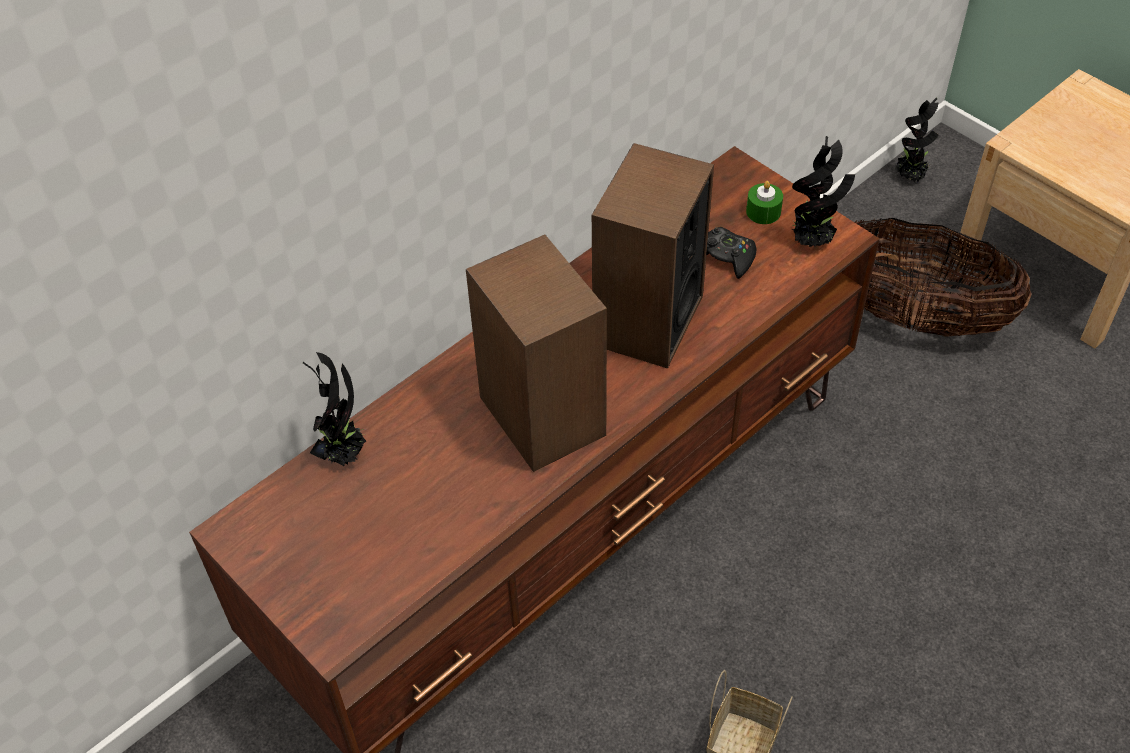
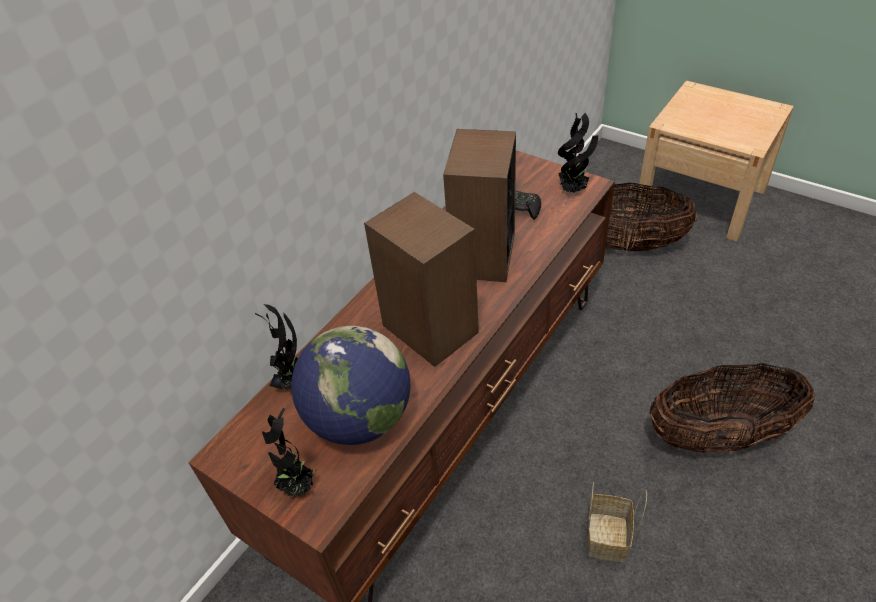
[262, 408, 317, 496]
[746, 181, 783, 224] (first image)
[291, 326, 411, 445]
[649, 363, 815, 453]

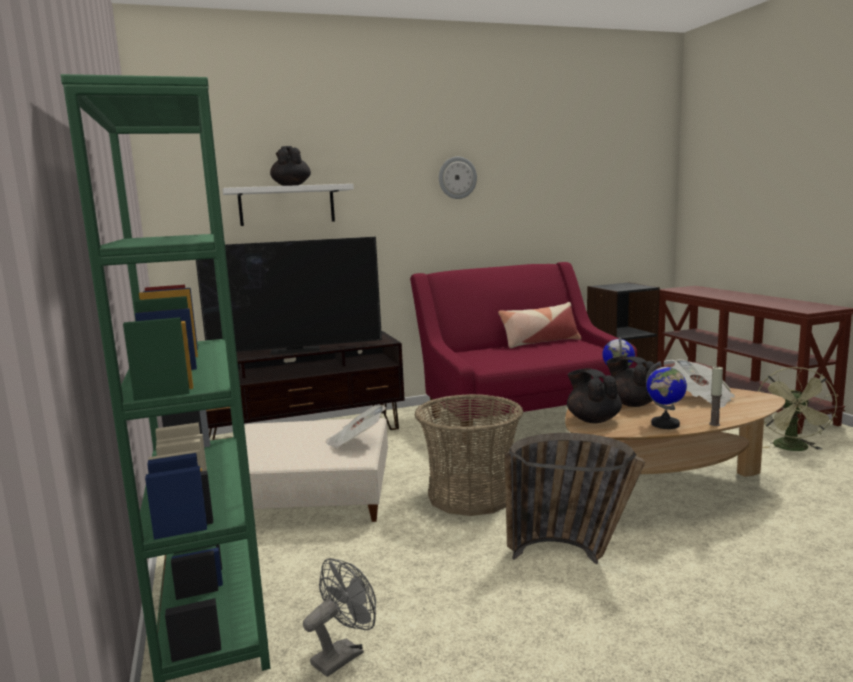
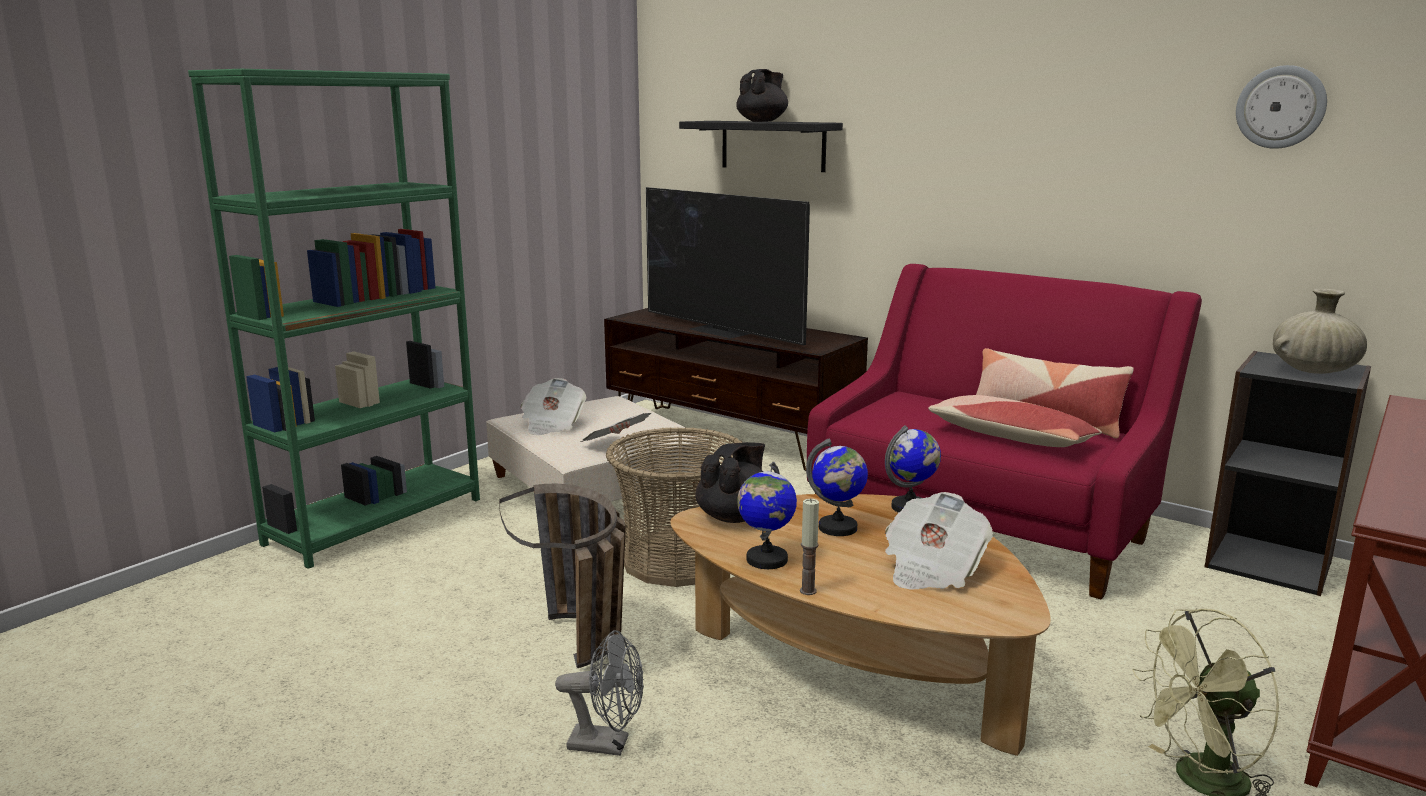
[1236, 65, 1327, 149]
[679, 121, 843, 172]
[806, 439, 868, 536]
[555, 630, 644, 756]
[1273, 289, 1367, 374]
[521, 378, 586, 435]
[928, 395, 1102, 447]

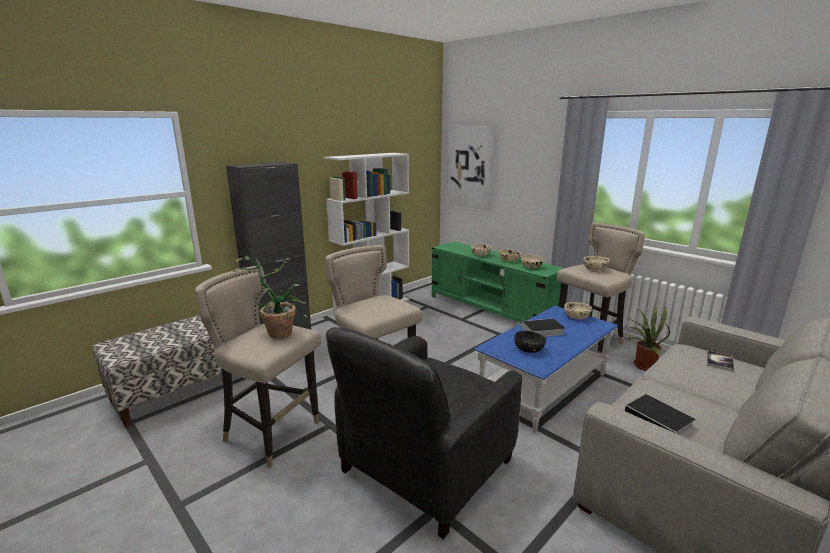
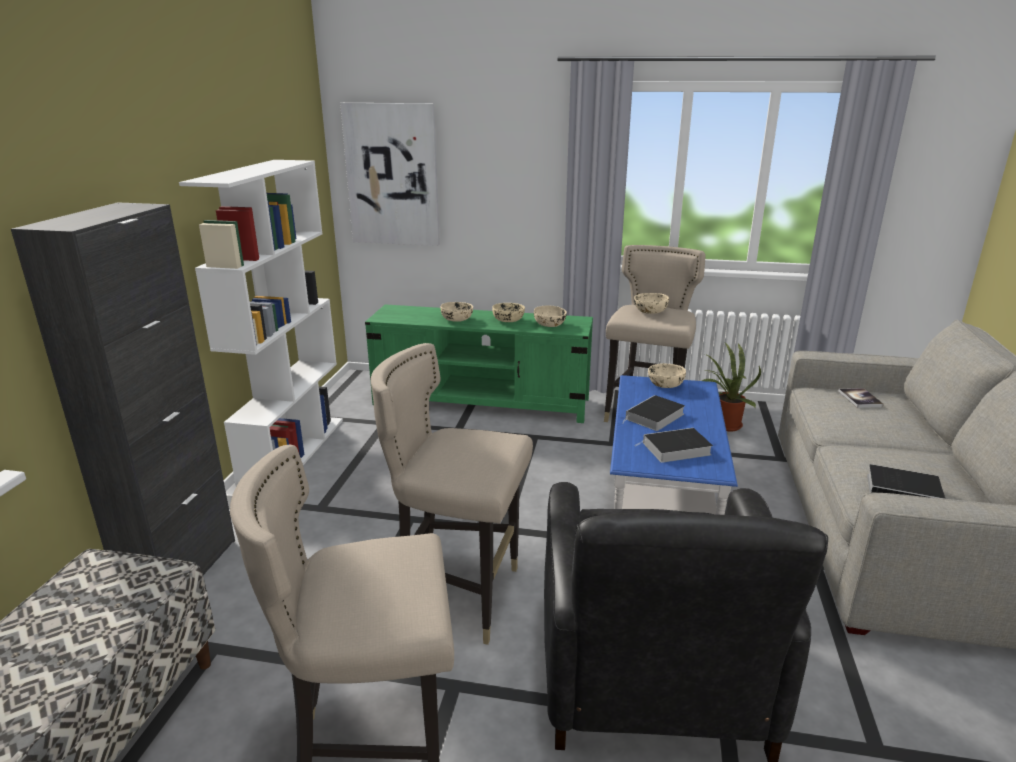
[233, 256, 308, 339] (first image)
[634, 428, 713, 463]

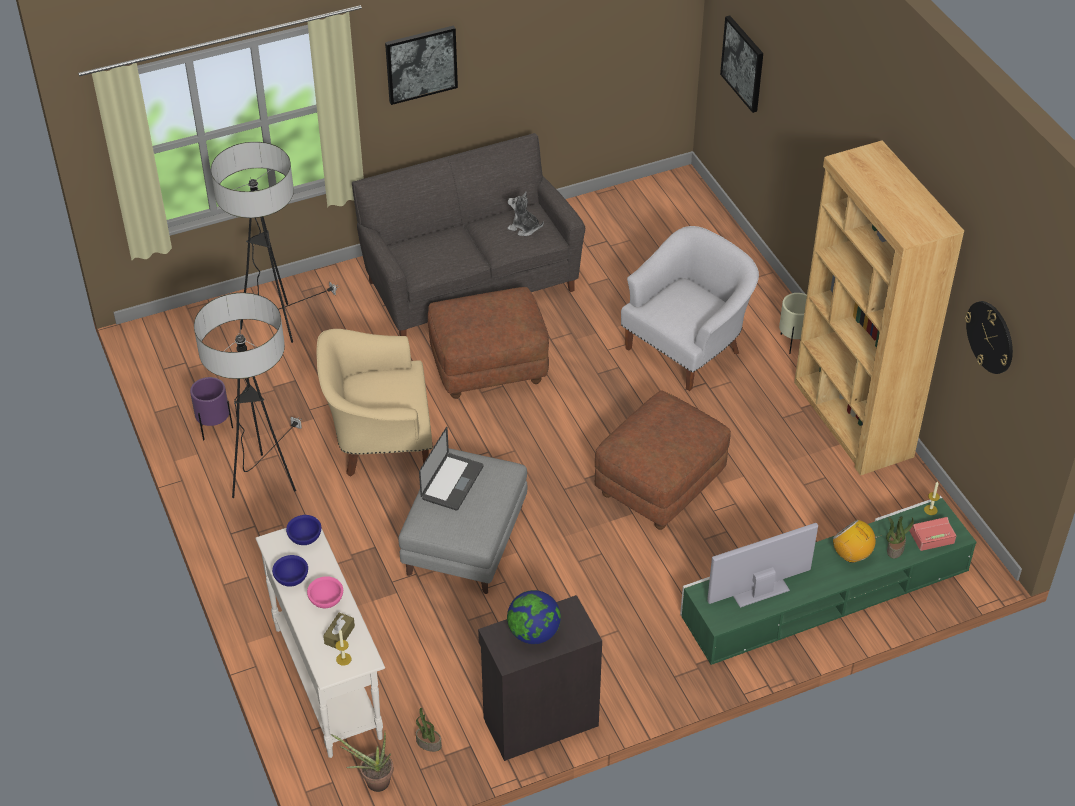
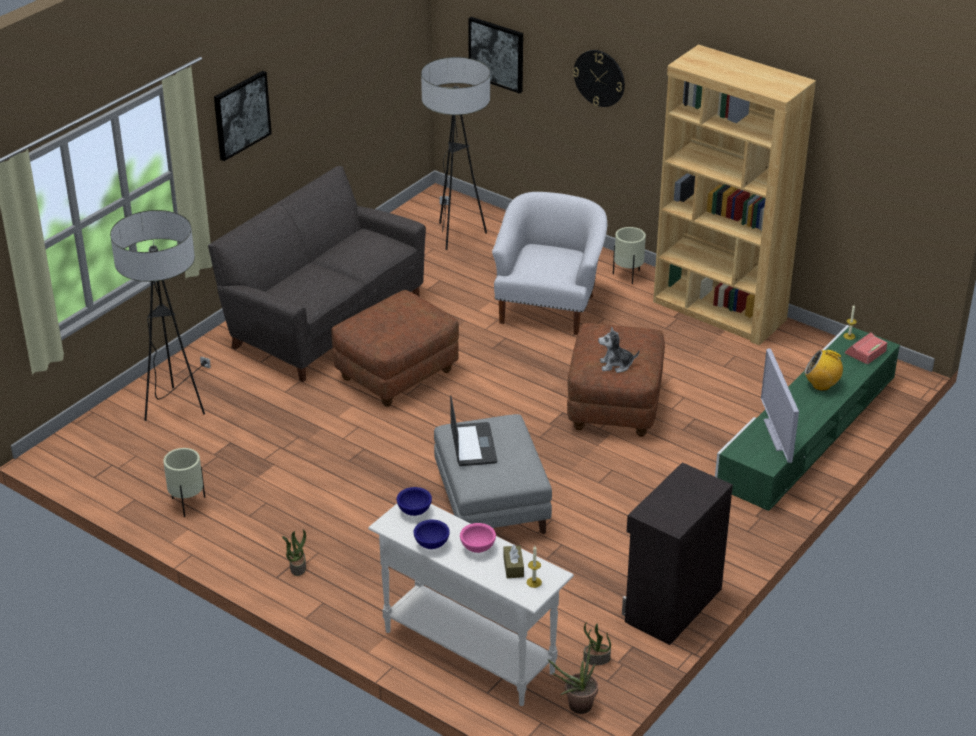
[598, 327, 640, 373]
[421, 57, 490, 250]
[573, 50, 625, 107]
[317, 329, 433, 477] (first image)
[163, 448, 205, 517]
[282, 529, 306, 576]
[761, 348, 799, 463]
[507, 590, 561, 644] (first image)

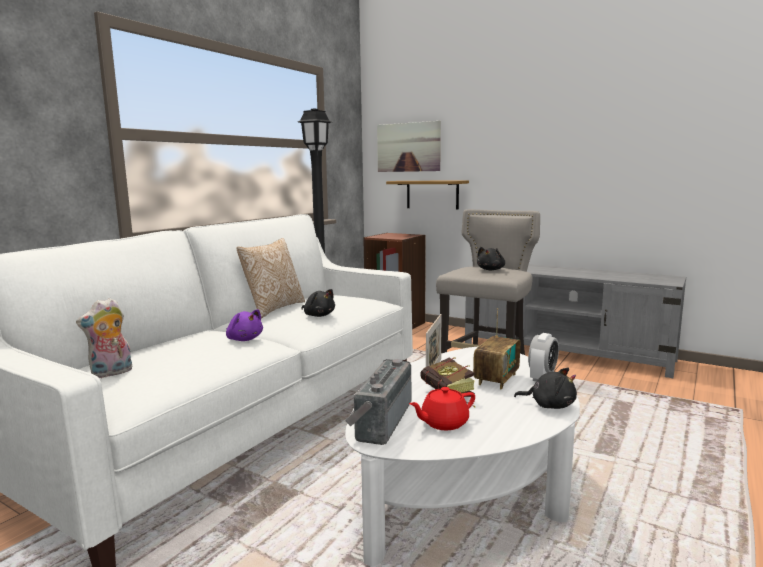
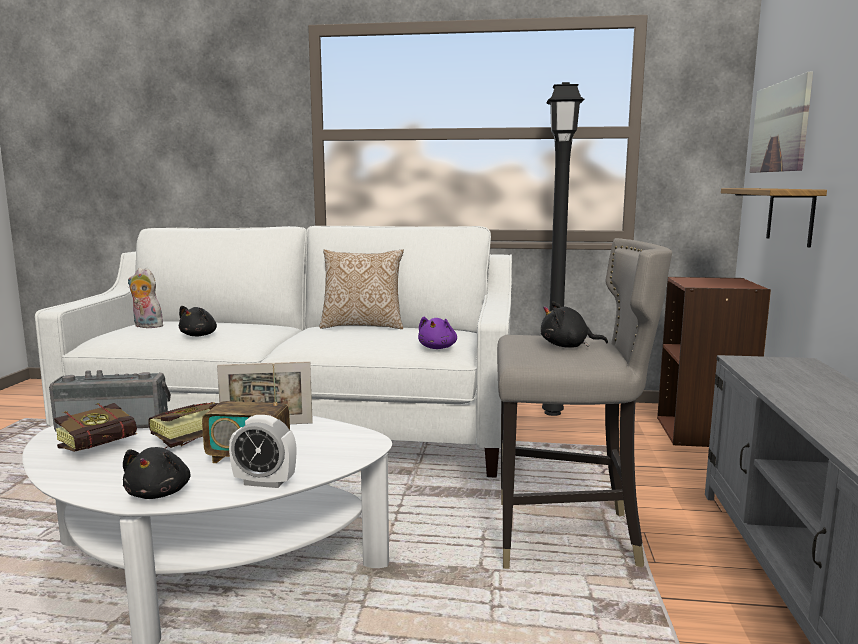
[179, 306, 217, 336]
[418, 317, 457, 349]
[54, 403, 137, 452]

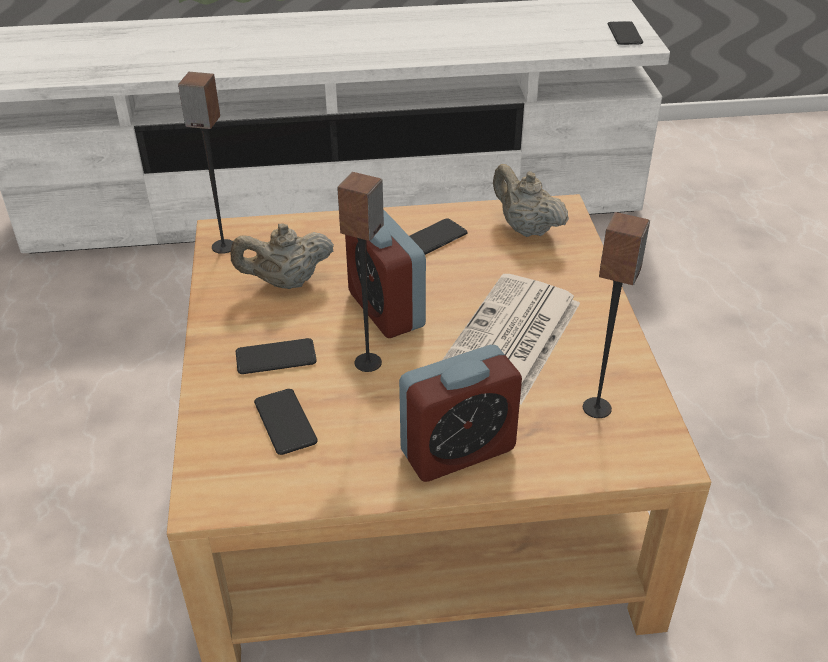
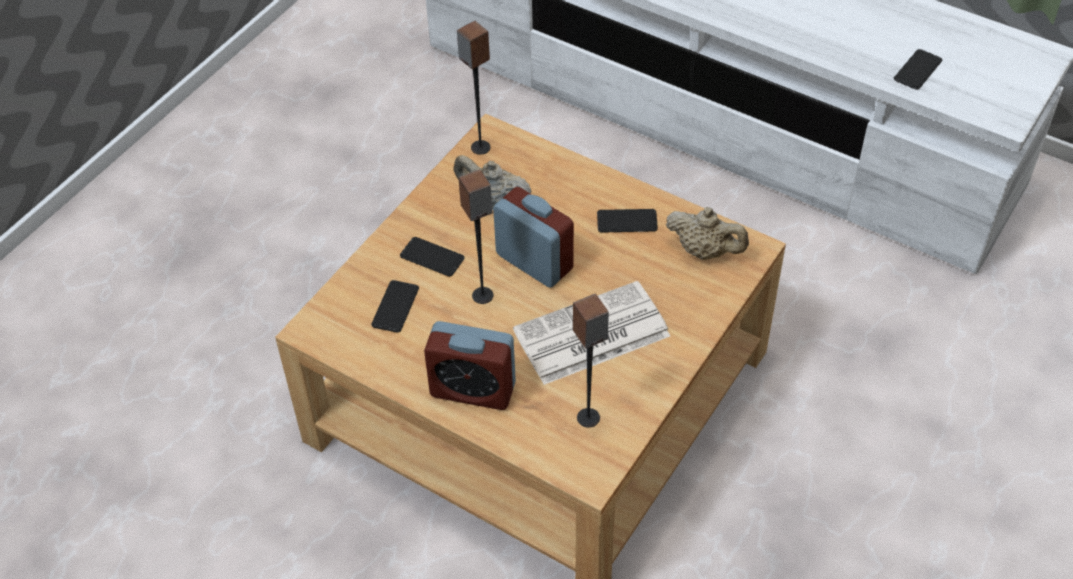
[894, 49, 942, 90]
[666, 207, 749, 260]
[493, 187, 574, 288]

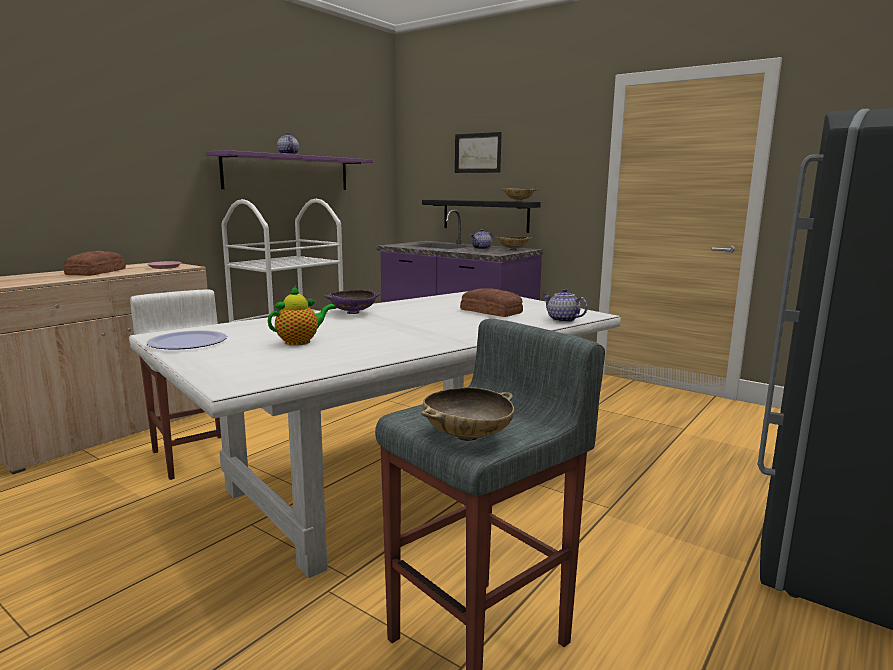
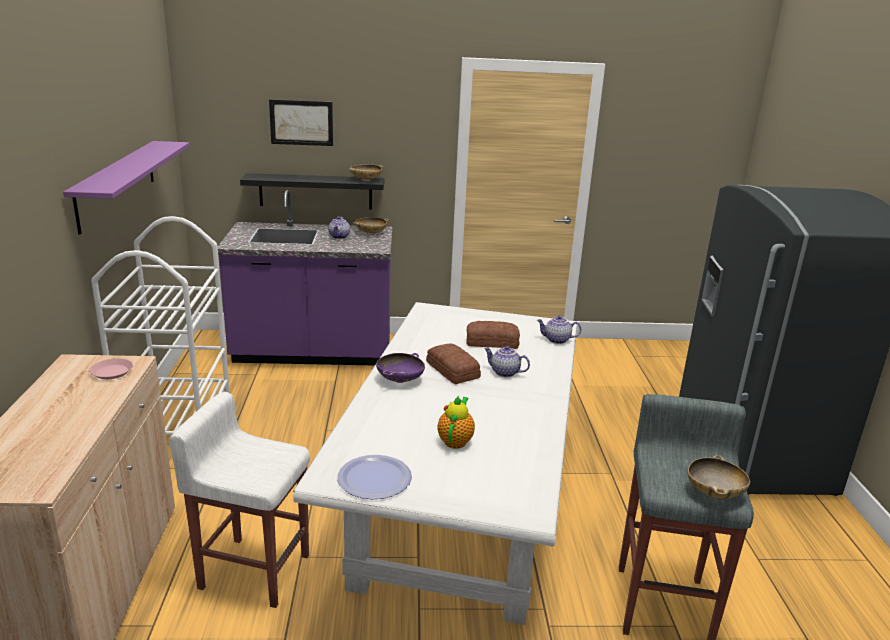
[484, 346, 530, 377]
[426, 344, 481, 384]

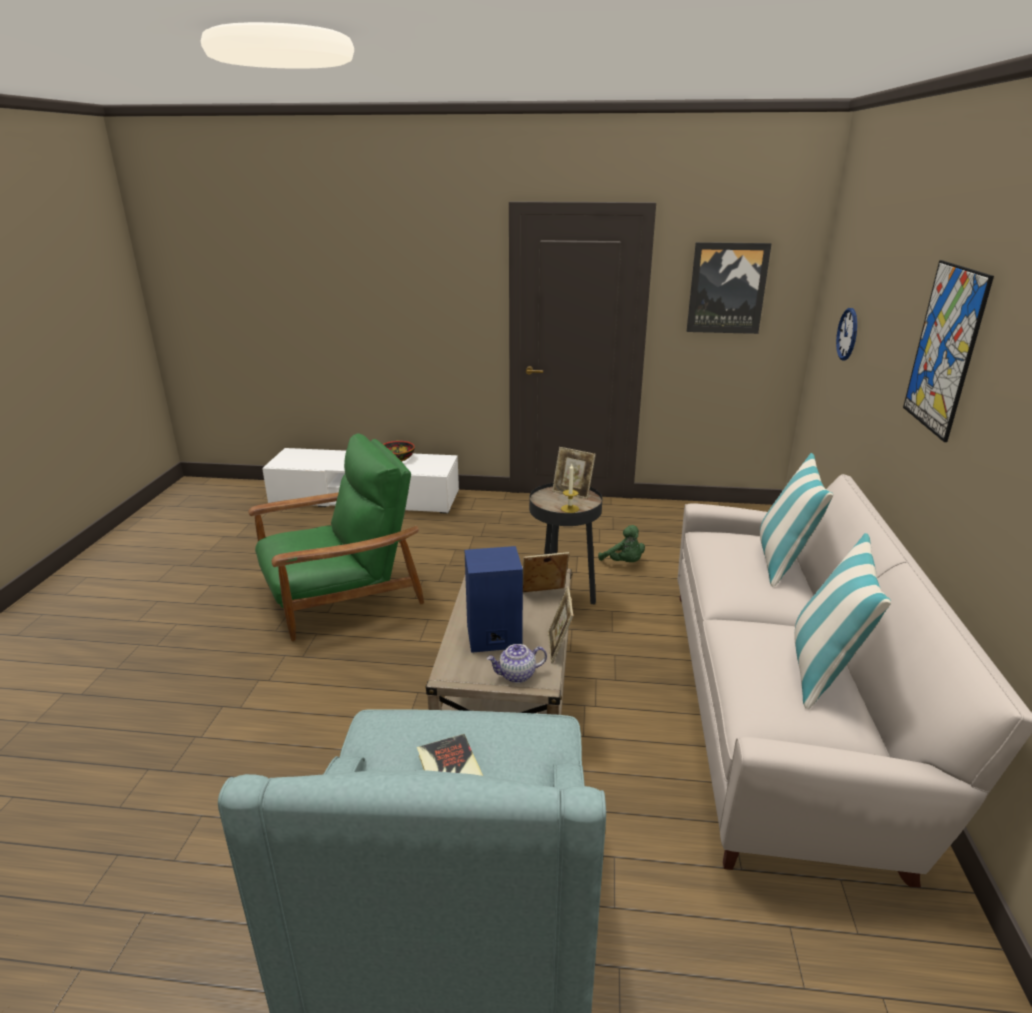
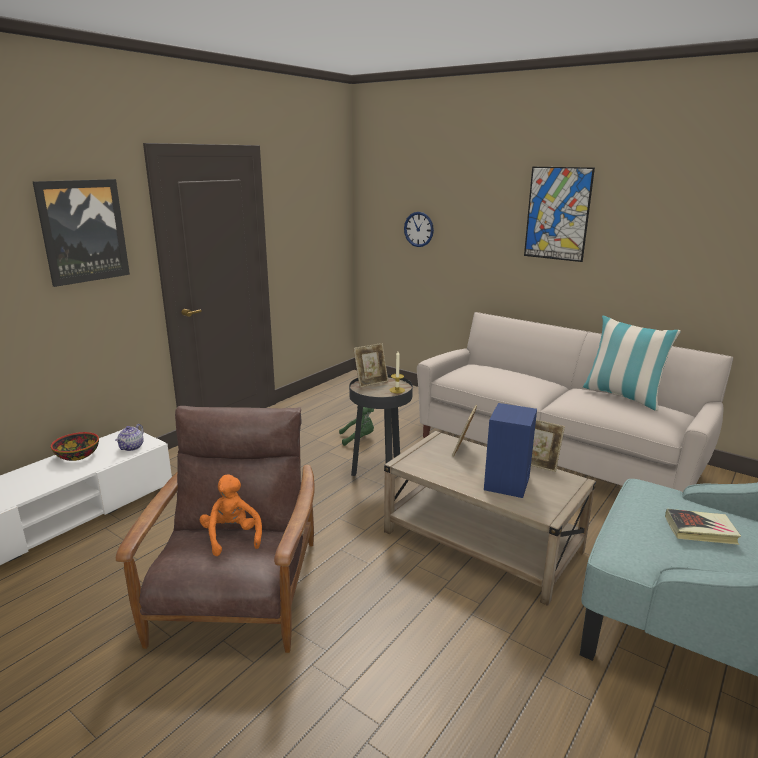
[33, 179, 130, 287]
[116, 406, 315, 653]
[760, 453, 833, 587] (first image)
[115, 424, 144, 451]
[200, 474, 262, 556]

